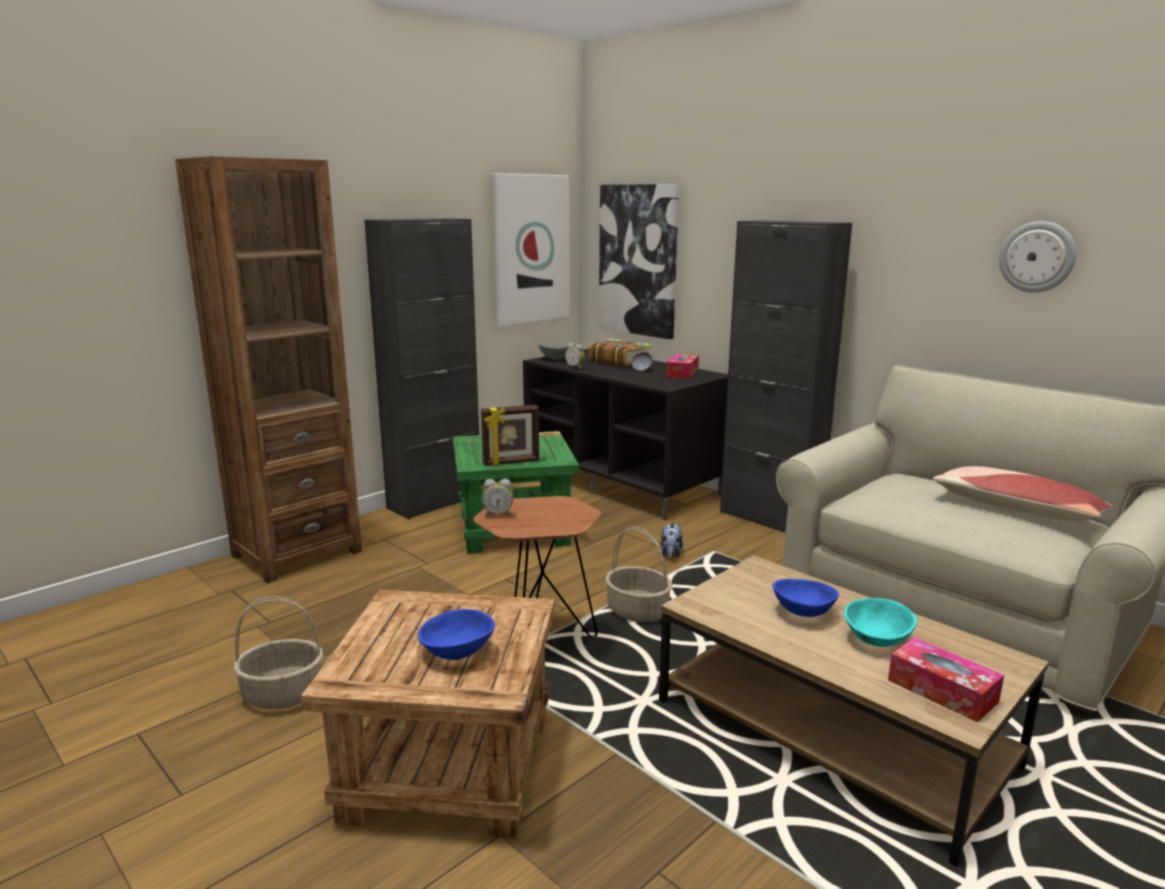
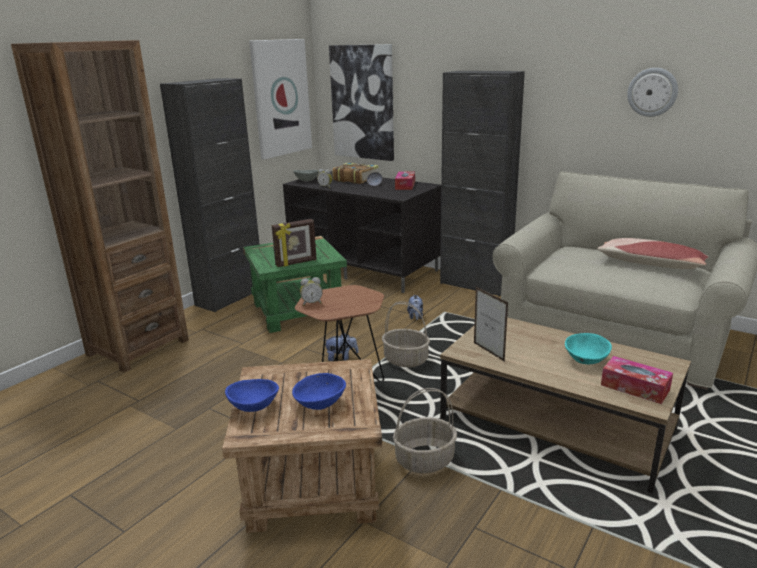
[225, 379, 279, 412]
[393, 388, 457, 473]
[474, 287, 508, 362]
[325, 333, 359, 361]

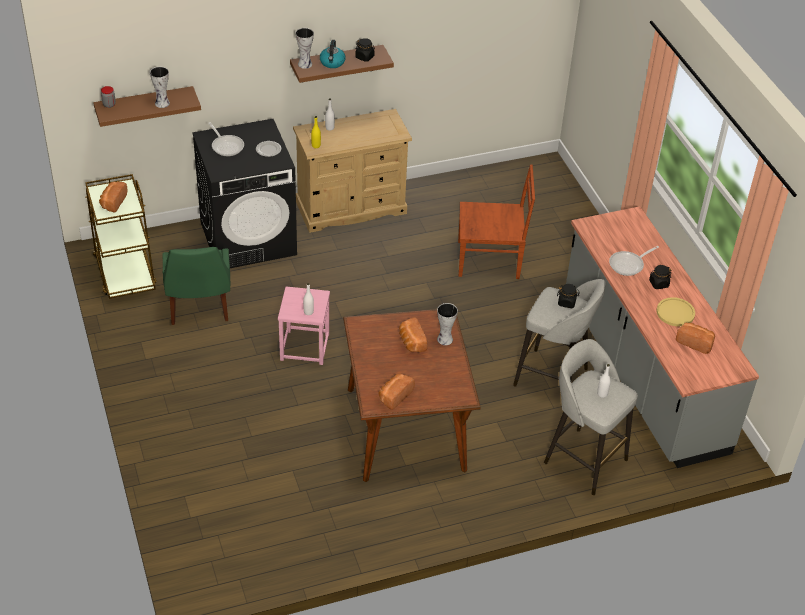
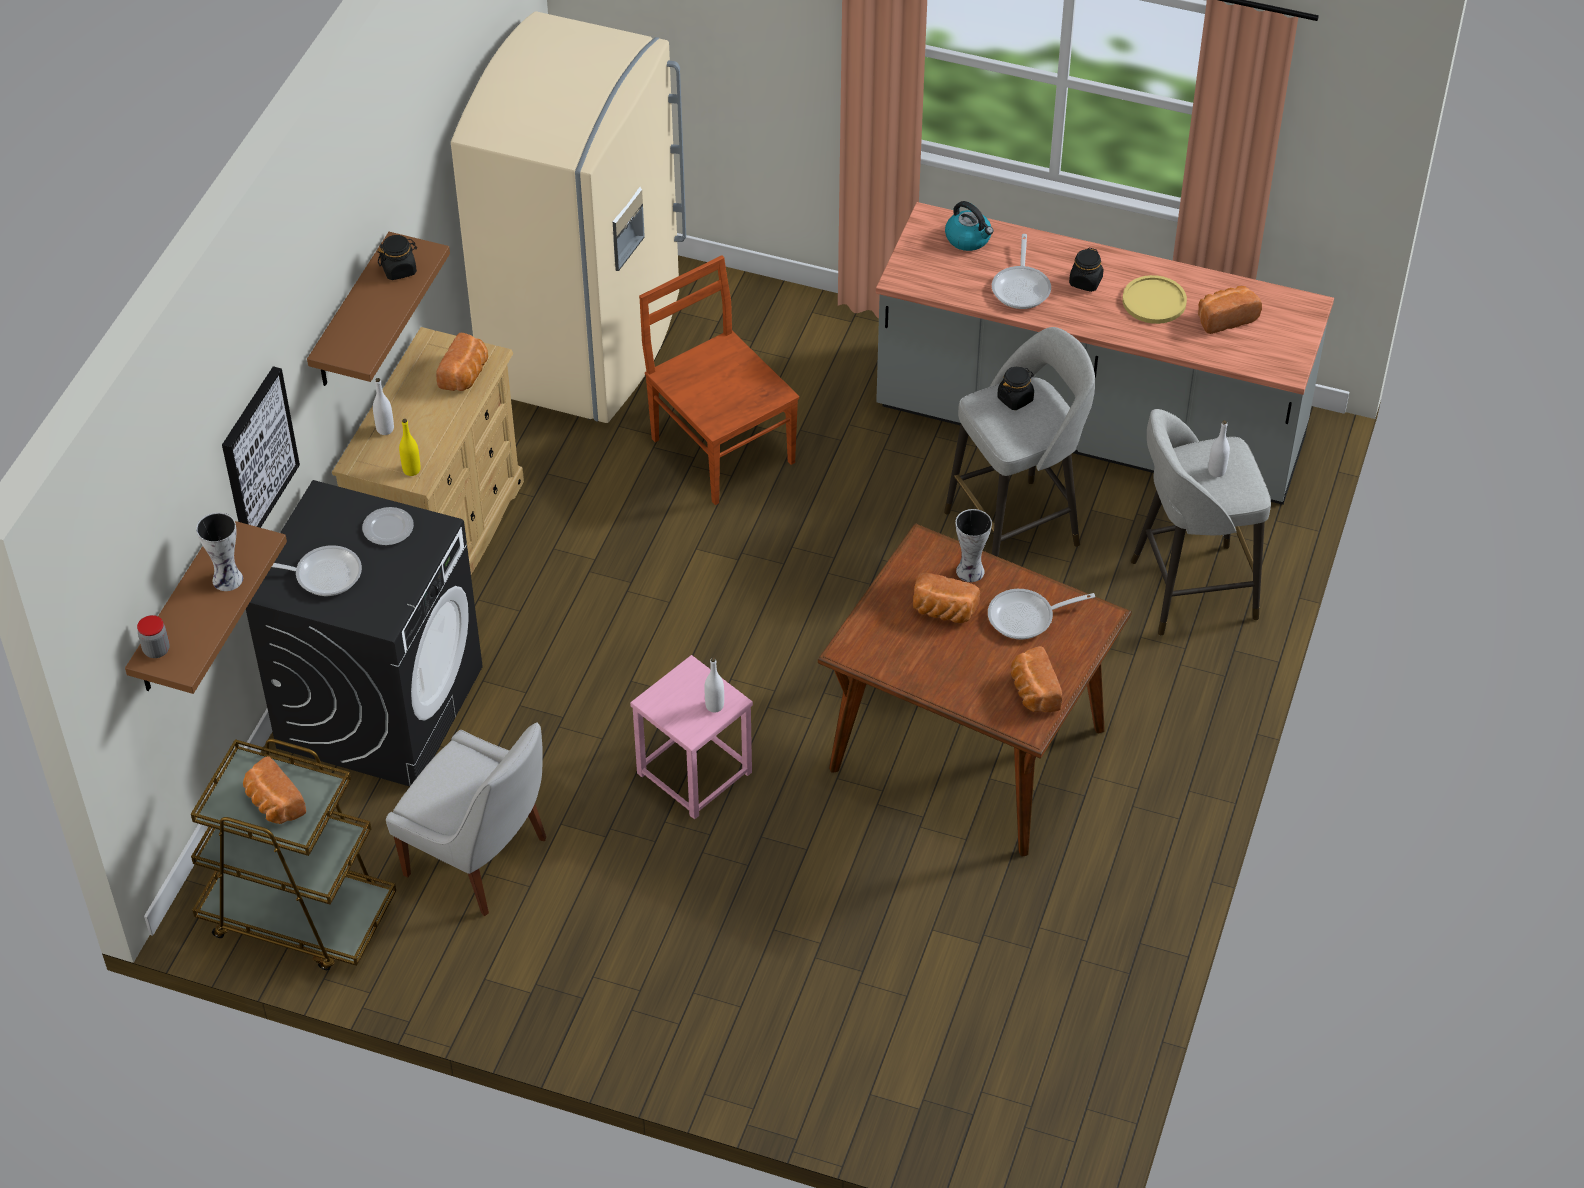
[295, 28, 314, 69] (first image)
[945, 201, 994, 251]
[639, 255, 799, 505]
[386, 722, 546, 916]
[451, 11, 687, 423]
[436, 333, 488, 391]
[222, 366, 300, 528]
[988, 589, 1095, 640]

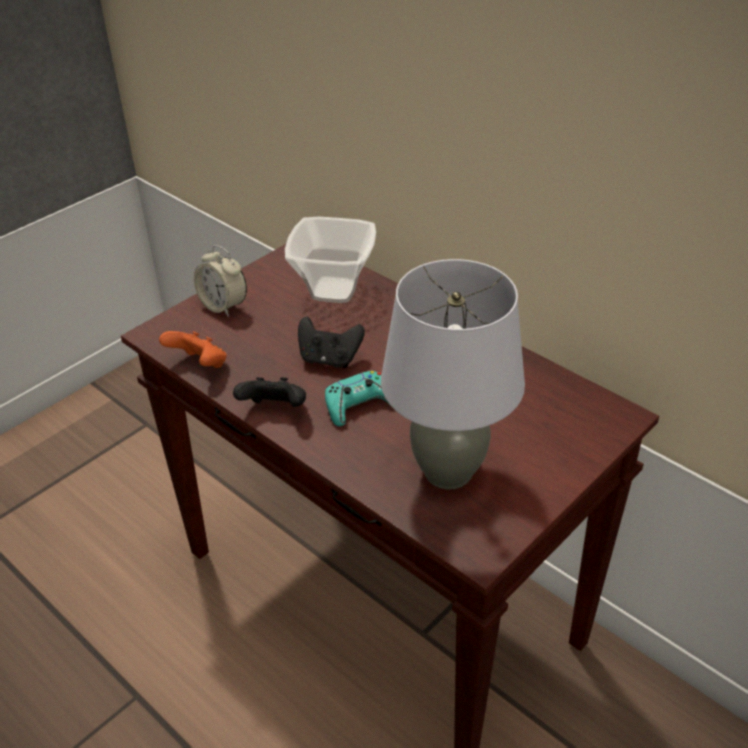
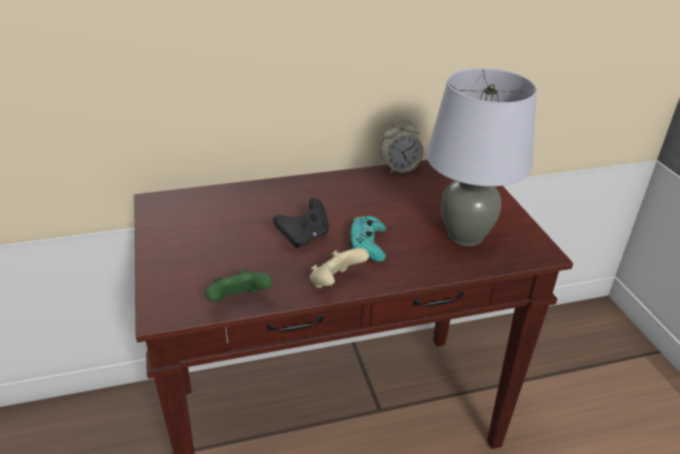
[285, 217, 376, 303] (first image)
[380, 119, 424, 174]
[205, 269, 273, 302]
[310, 248, 369, 288]

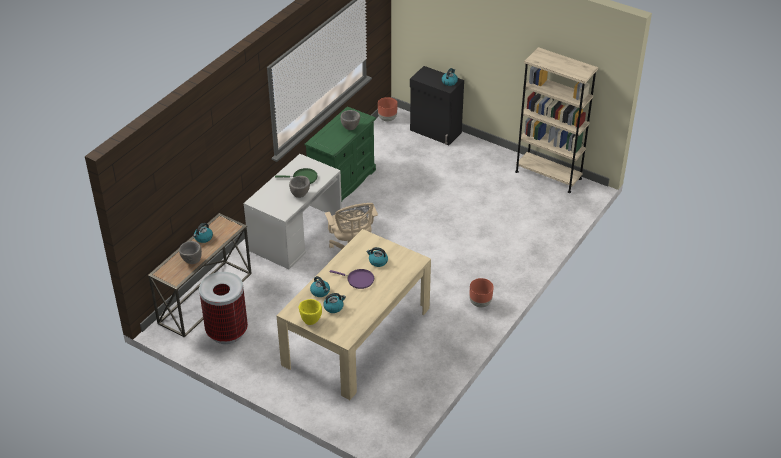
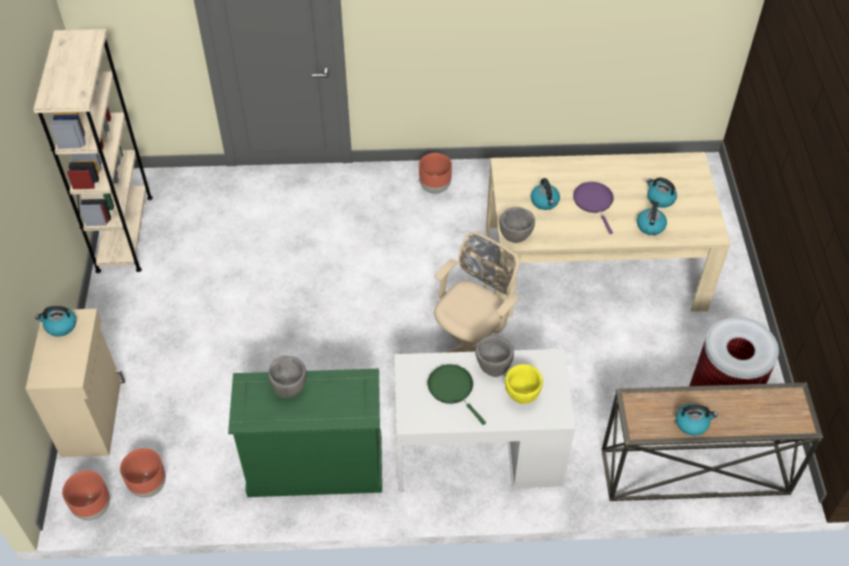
[26, 309, 125, 457]
[500, 207, 535, 243]
[505, 364, 543, 404]
[120, 448, 166, 498]

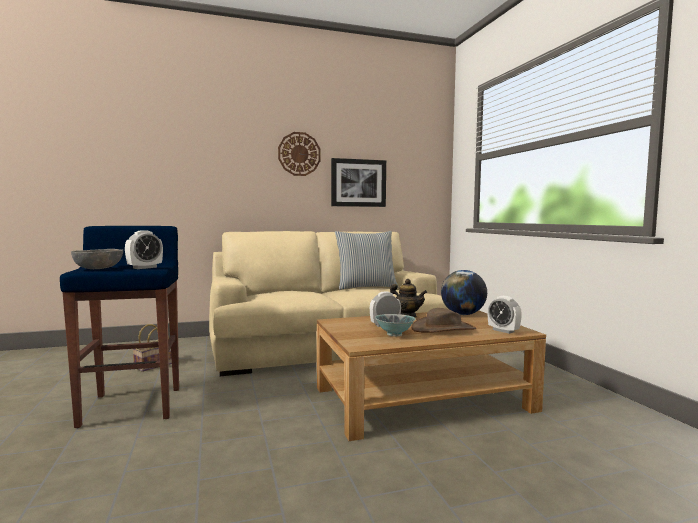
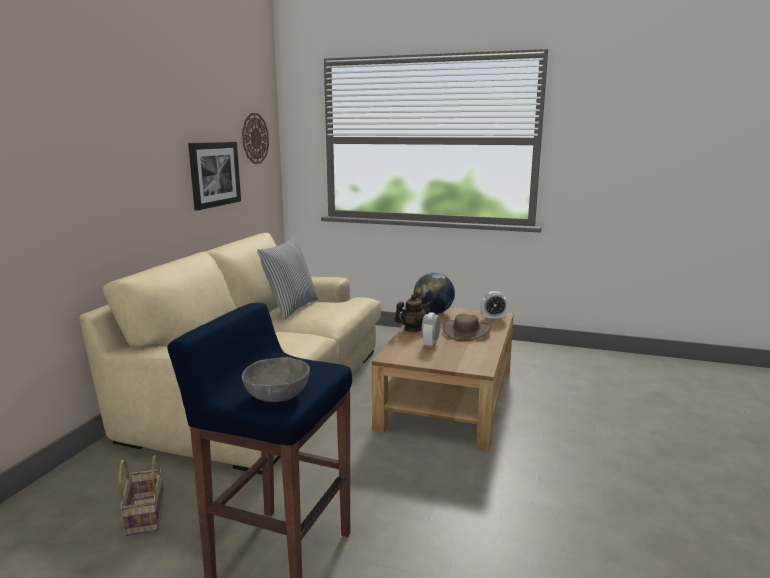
[242, 113, 269, 164]
[125, 230, 163, 269] (first image)
[375, 314, 416, 336] (first image)

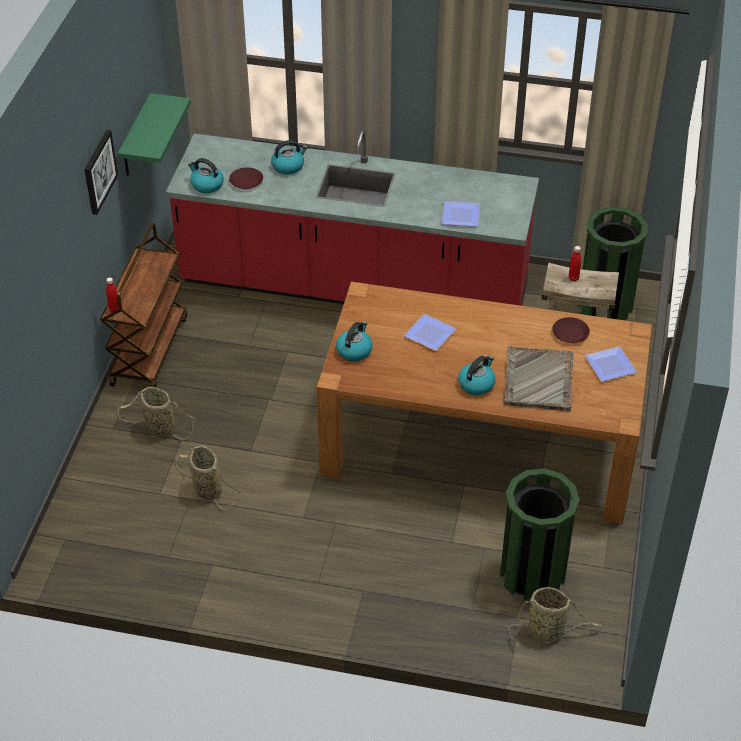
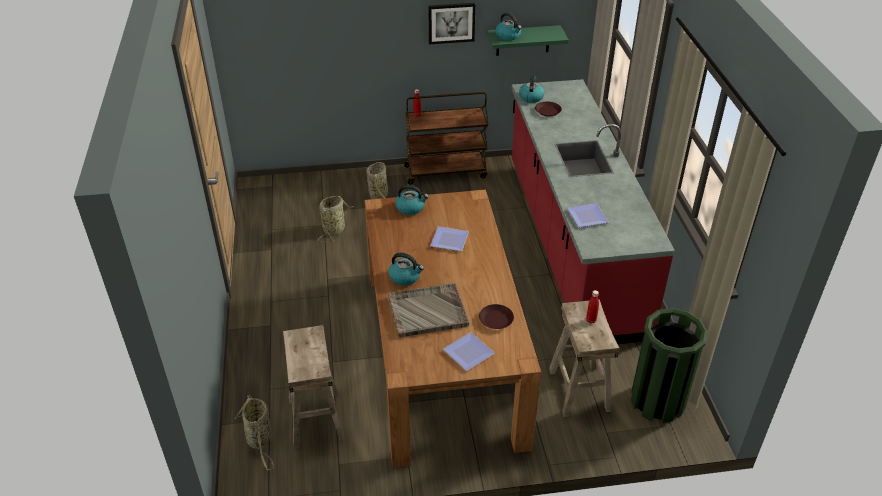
[496, 12, 522, 41]
[283, 325, 345, 448]

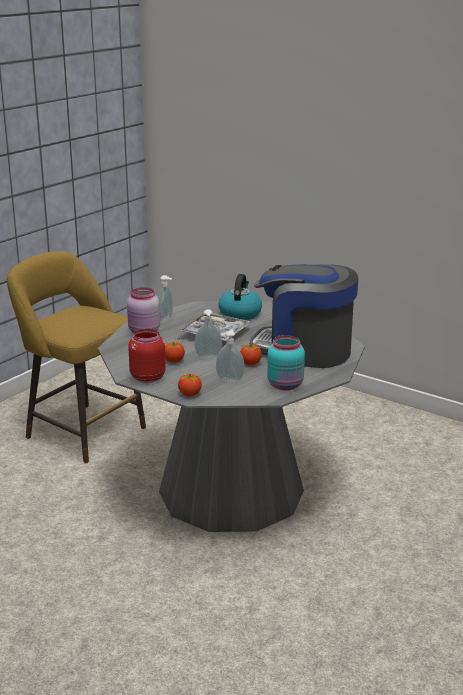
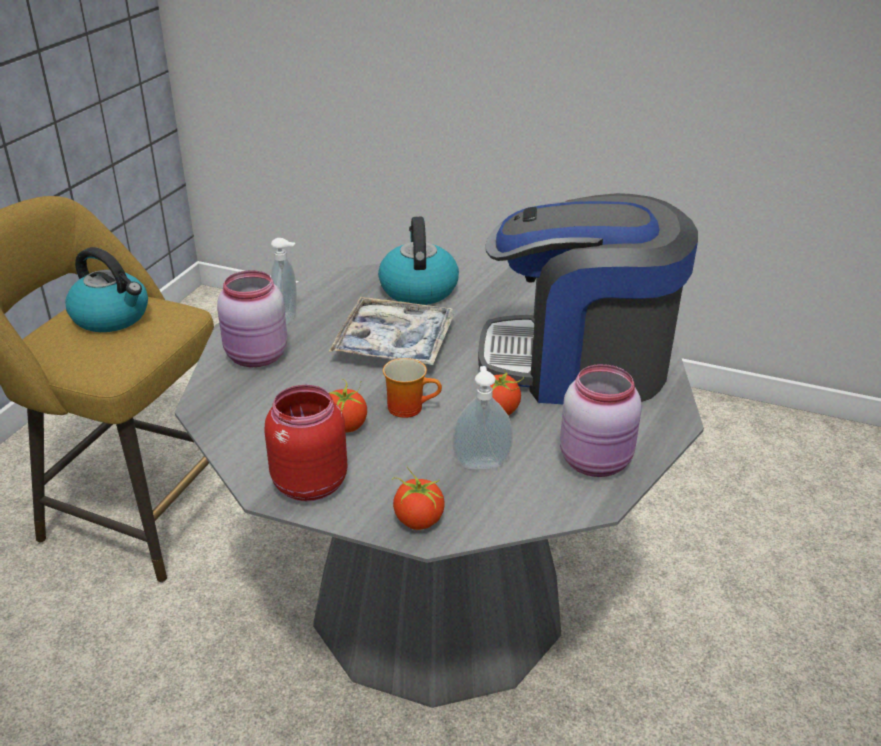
[383, 358, 442, 418]
[560, 364, 642, 477]
[65, 247, 148, 332]

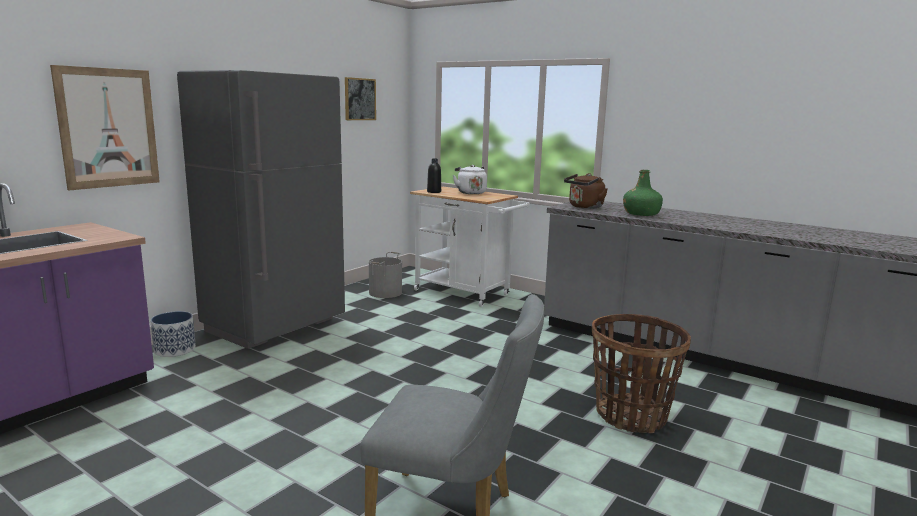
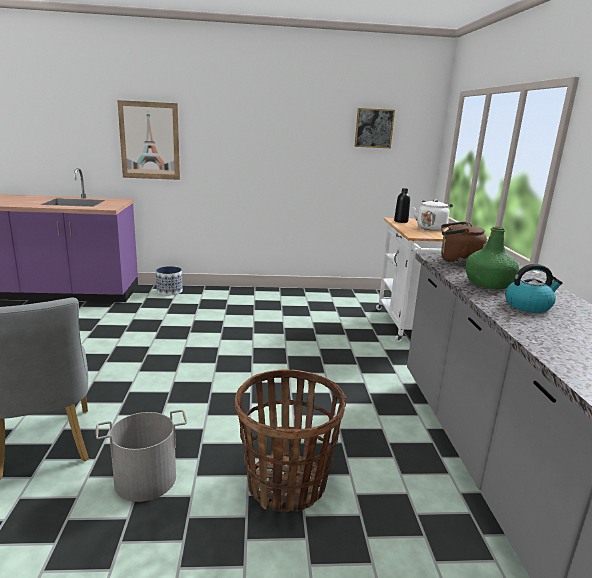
[177, 70, 345, 349] (first image)
[96, 410, 187, 502]
[505, 264, 563, 313]

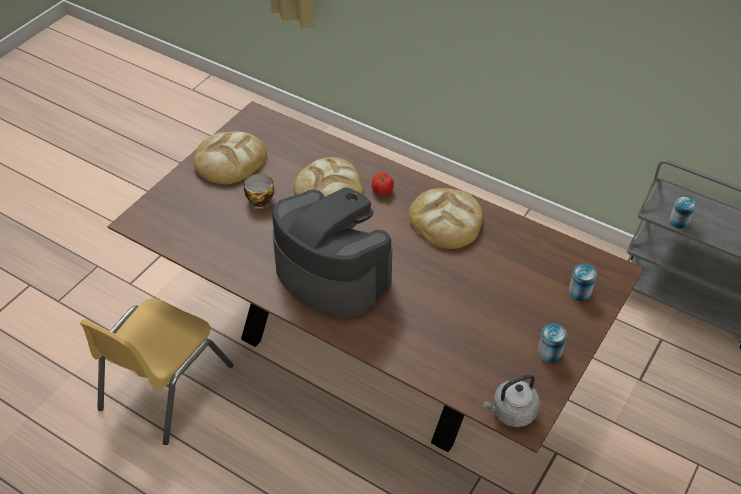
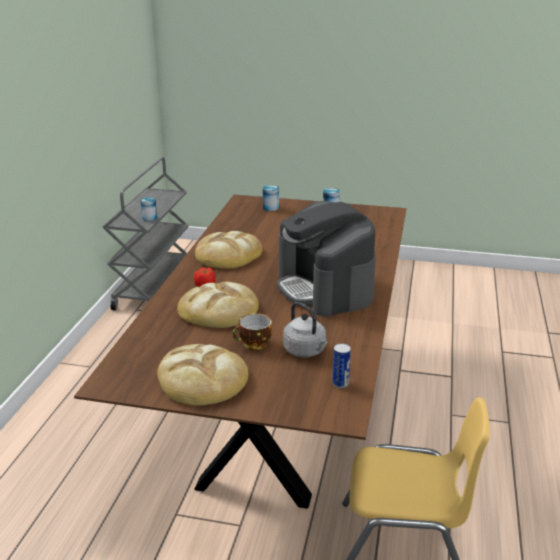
[277, 201, 376, 317]
[283, 302, 328, 357]
[332, 343, 351, 388]

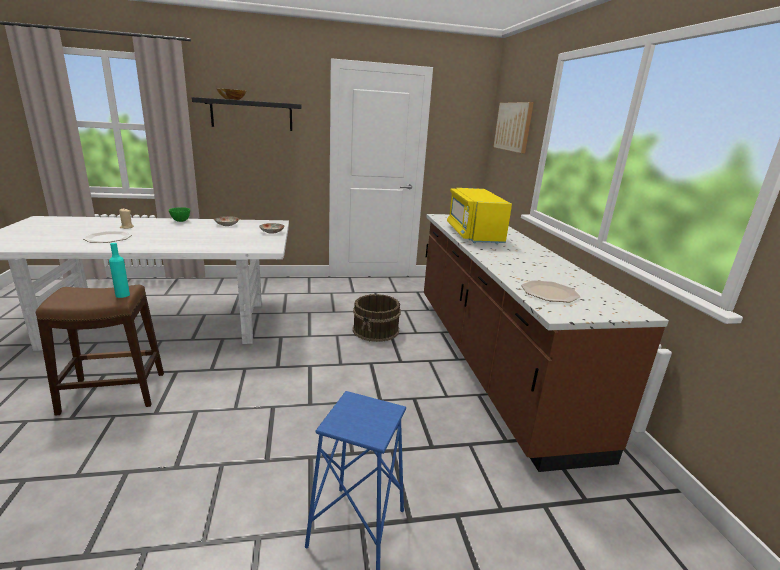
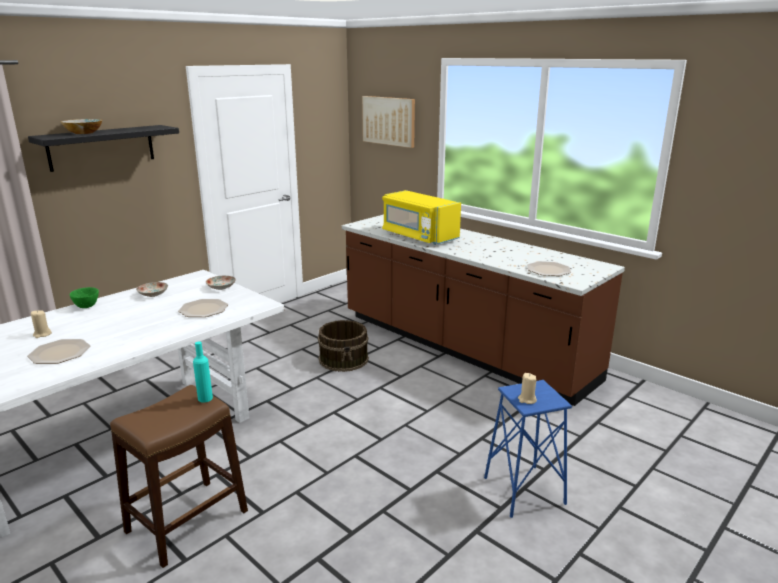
[178, 299, 228, 317]
[518, 373, 537, 404]

